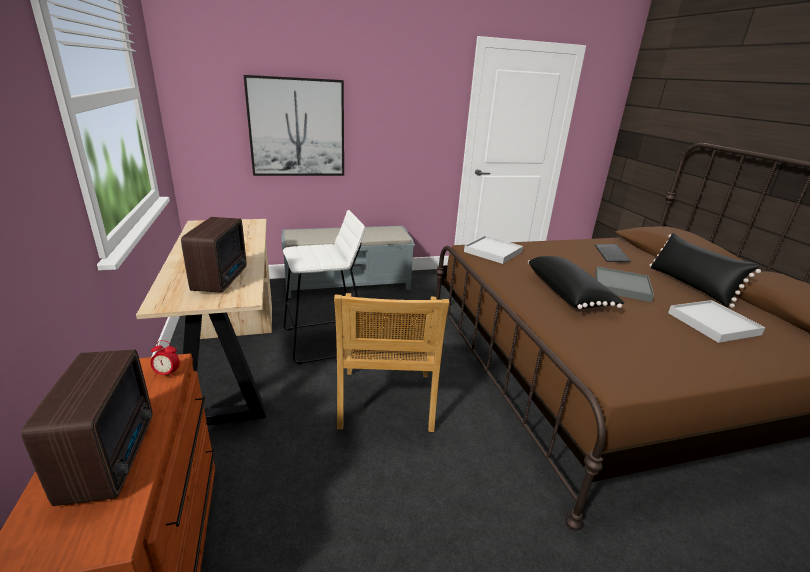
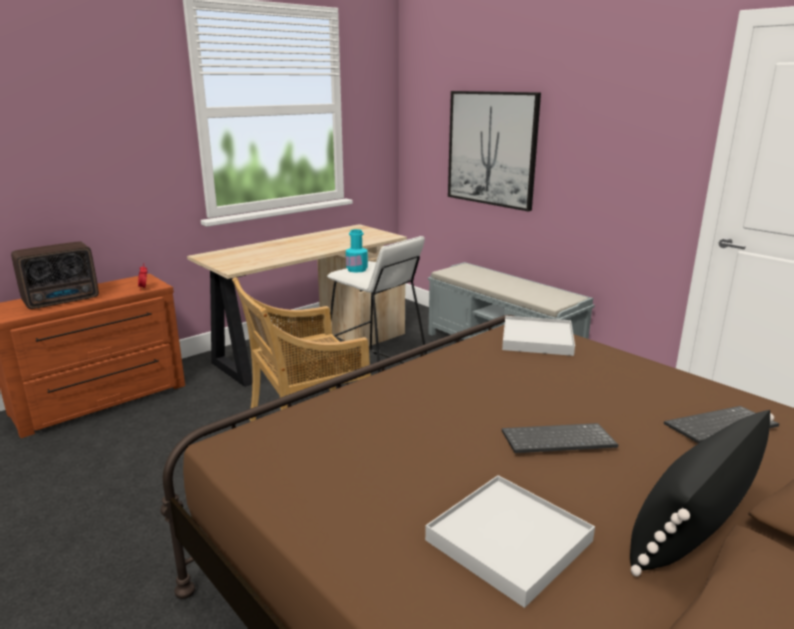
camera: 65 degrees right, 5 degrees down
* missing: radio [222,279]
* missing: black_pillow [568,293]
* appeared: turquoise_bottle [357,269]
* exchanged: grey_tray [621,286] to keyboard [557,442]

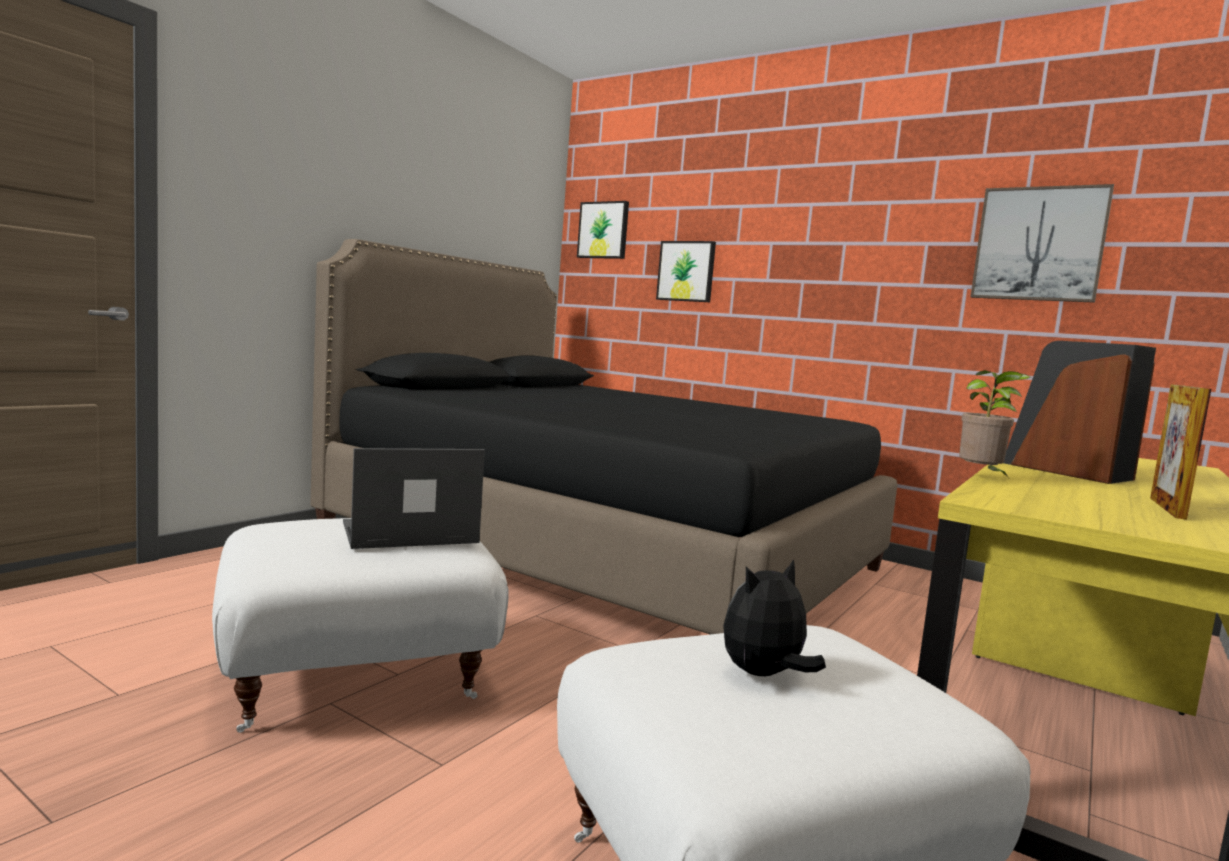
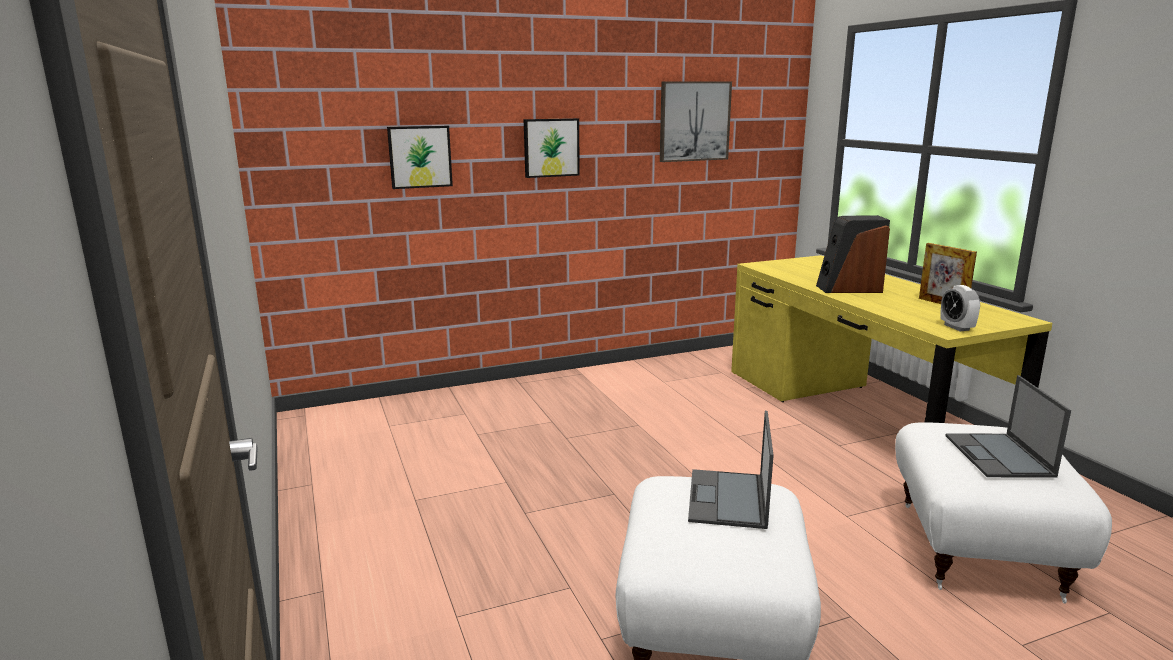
camera: 55 degrees left, 10 degrees up
* missing: black_bed [602,551]
* missing: potted_plant [982,477]
* appeared: alarm_clock [956,327]
* relocated: picture [604,230] to [551,147]
* exchanged: plush_toy [764,675] to laptop [999,456]

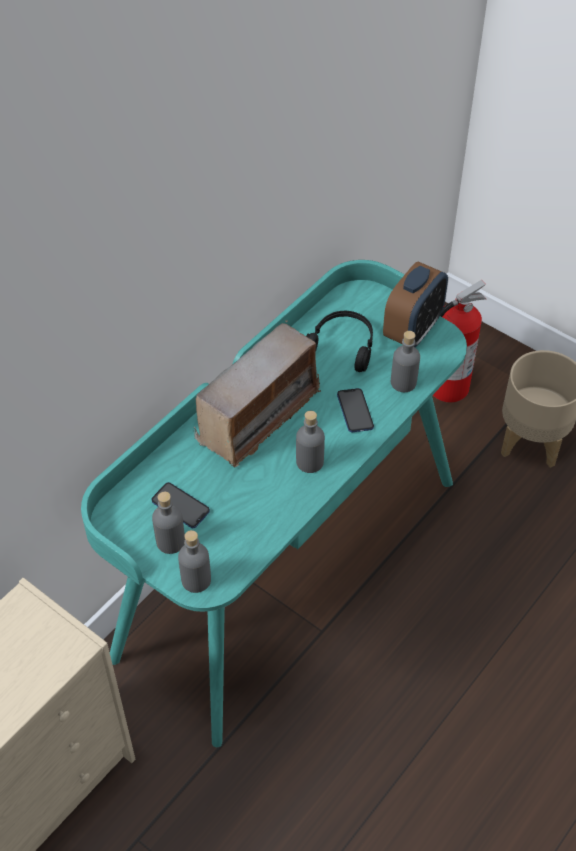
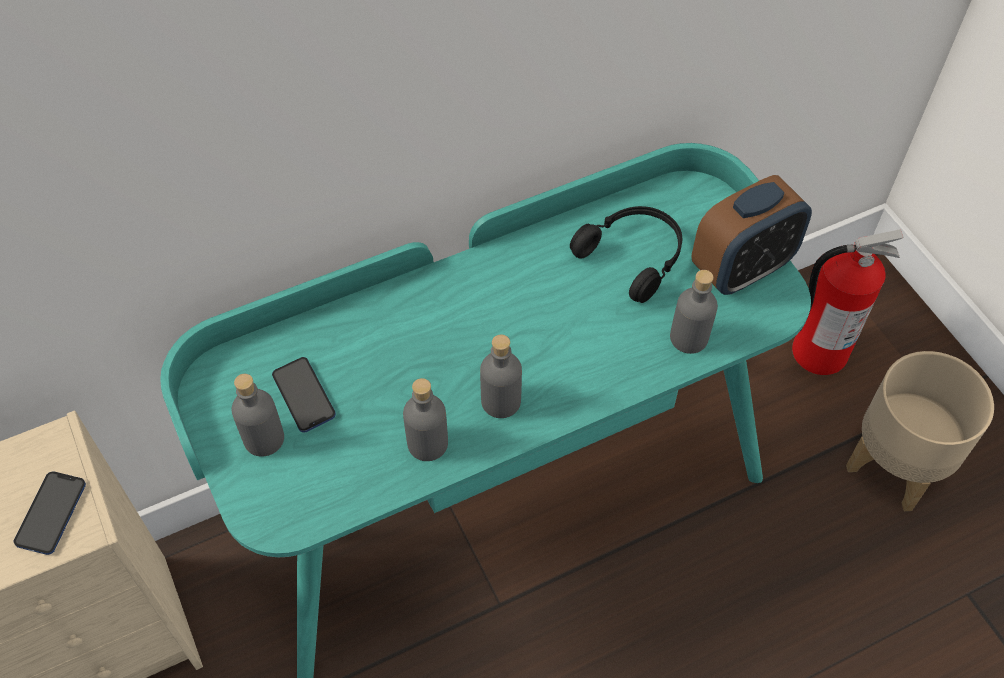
camera: 25 degrees right, 5 degrees up
* missing: radio [259,415]
* relocated: grey_bottle [196,580] to [427,443]
* relocated: phone [355,411] to [51,513]

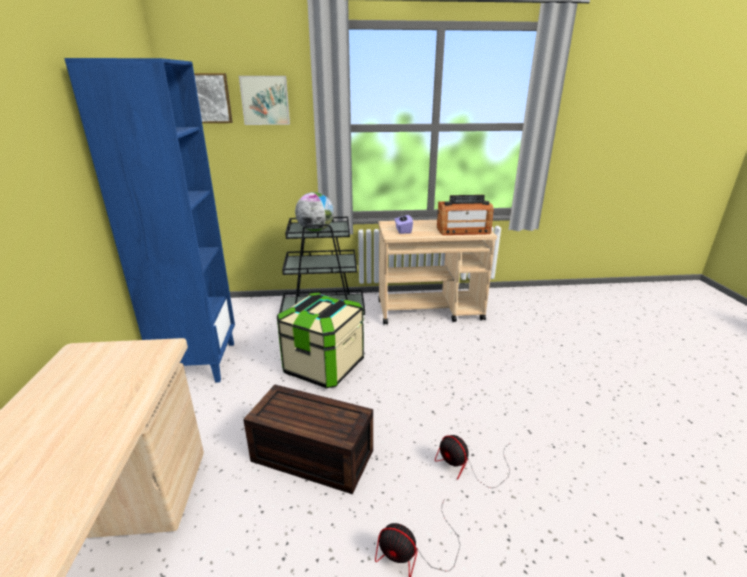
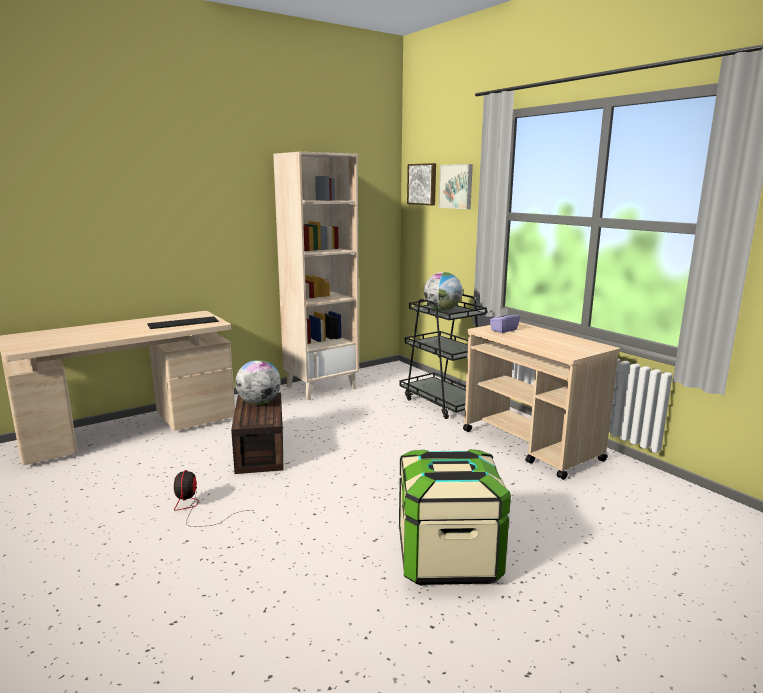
camera: 60 degrees right, 10 degrees down
* missing: fan [468,467]
* missing: radio [463,230]
* appeared: keyboard [183,322]
* appeared: globe [259,403]
* relocated: storage_box [323,367] to [448,558]
* colour: blue_bookcase [199,362] to beige_bookcase [321,387]

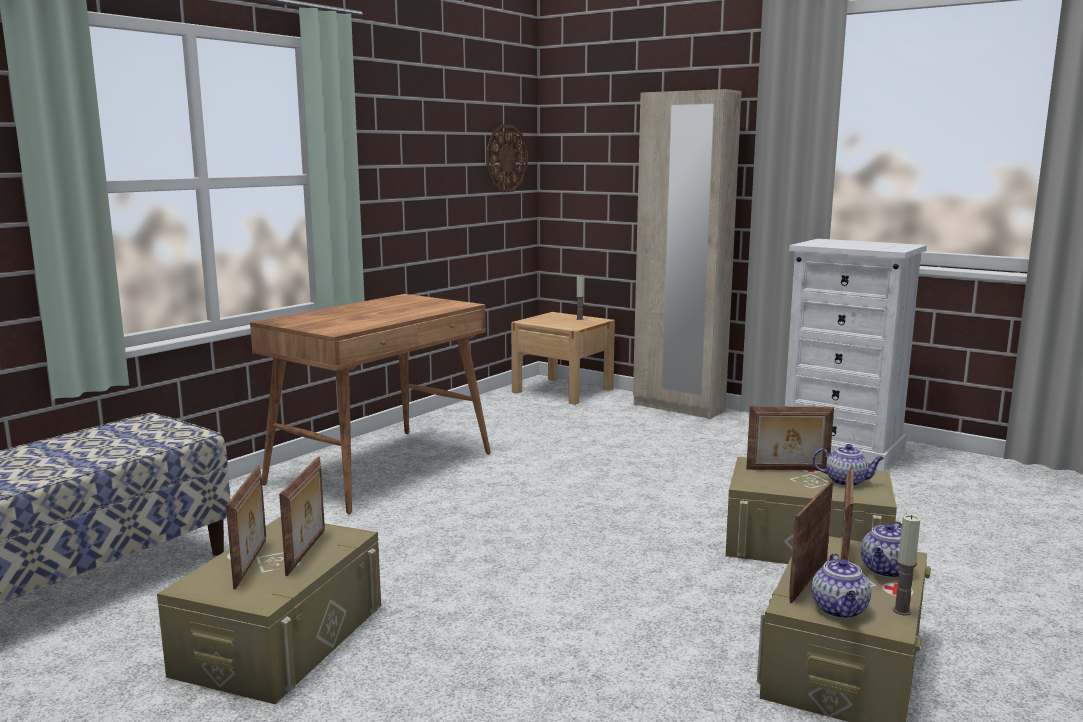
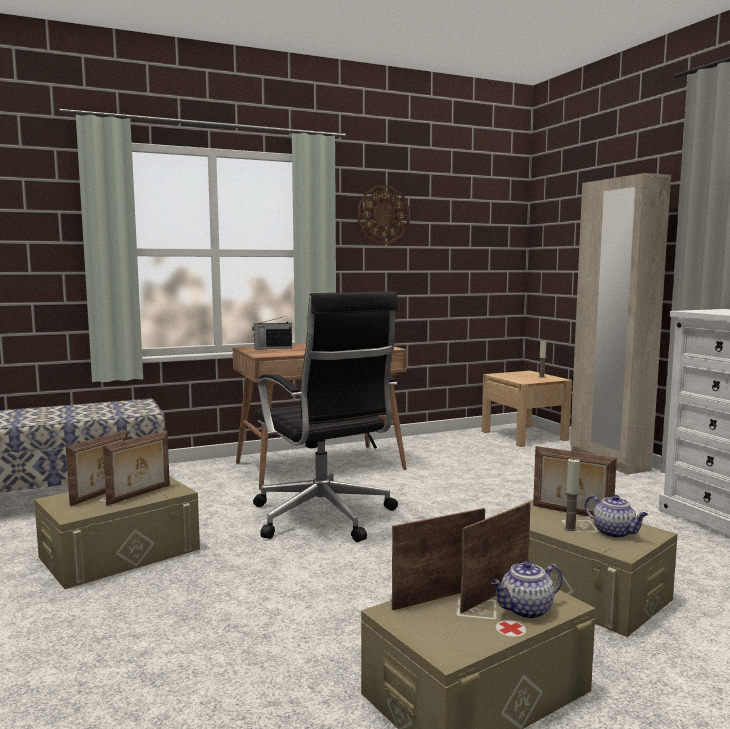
camera: 30 degrees right, 5 degrees down
* missing: teapot [840,610]
* appeared: radio [272,348]
* appeared: black_office_chair [324,518]
* relocated: wall_clock [506,158] to [383,214]
* relocated: candle [902,611] to [570,528]

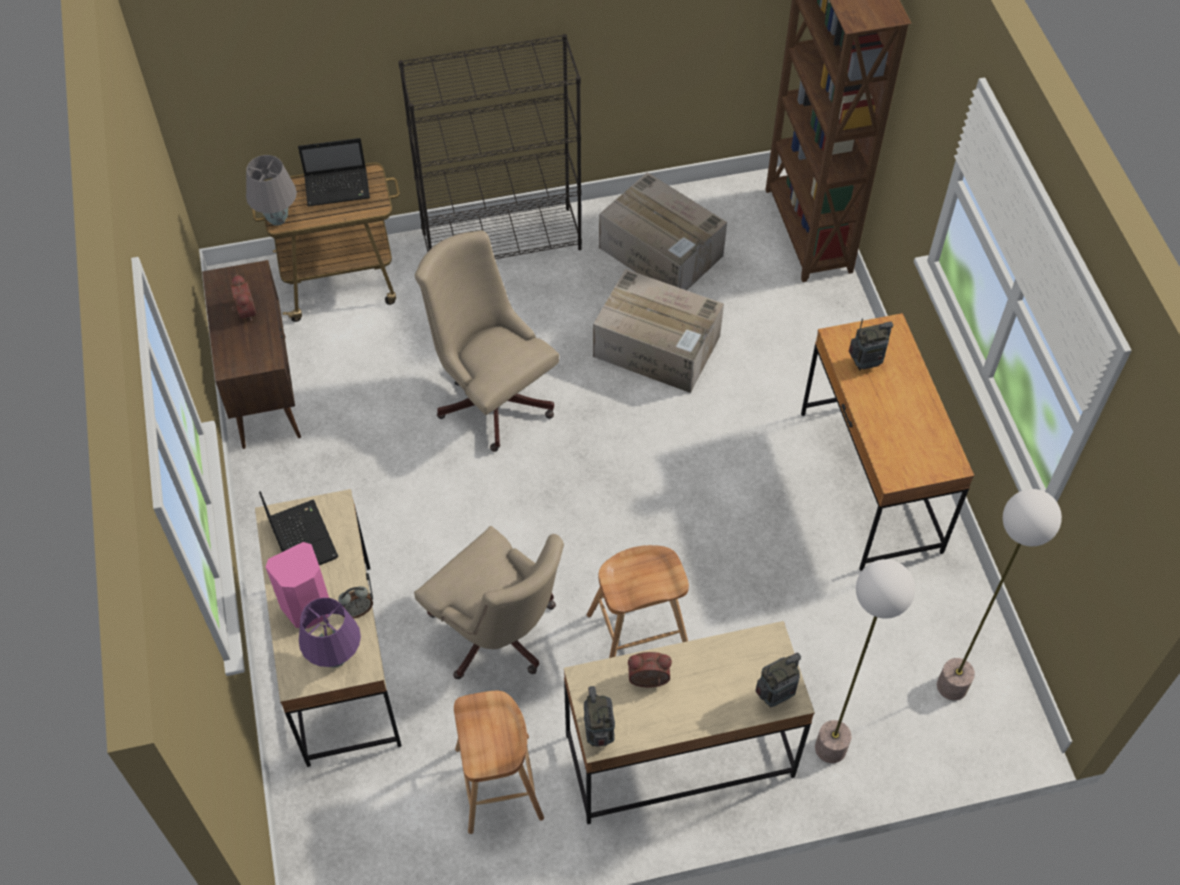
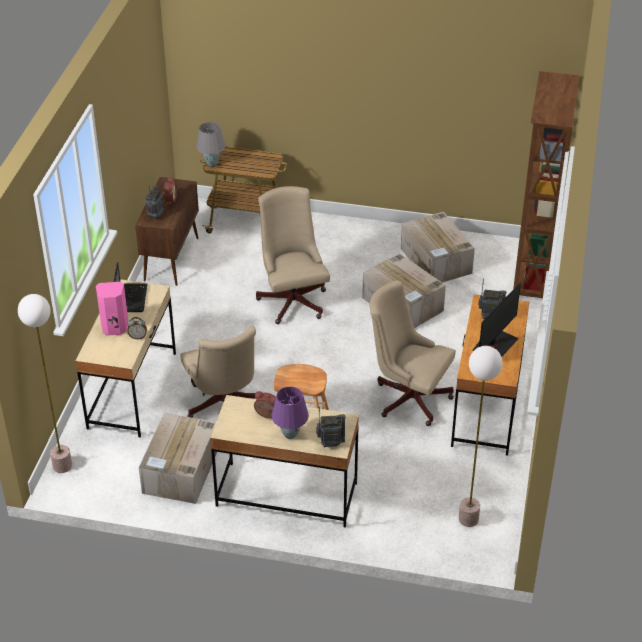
camera: 25 degrees right, 15 degrees down
* missing: laptop [338,187]
* missing: black_bookcase [502,240]
* appeared: beige_office_chair [408,397]
* appeared: monitor [494,345]
* relocated: purple_table_lamp [336,659] to [290,435]
* relocated: radio [599,733] to [155,216]
* relocated: floor_lamp [830,748] to [62,465]
* exchanged: brown_stool [498,783] to cardboard_box [180,471]

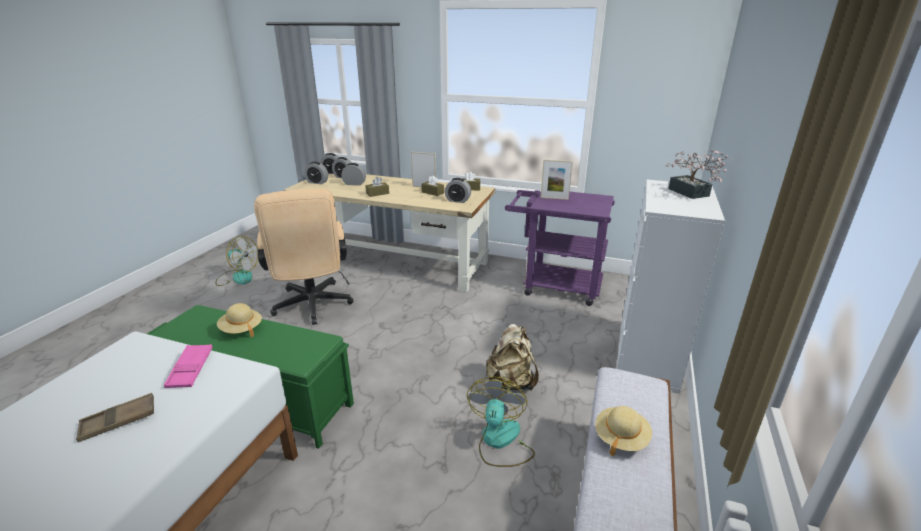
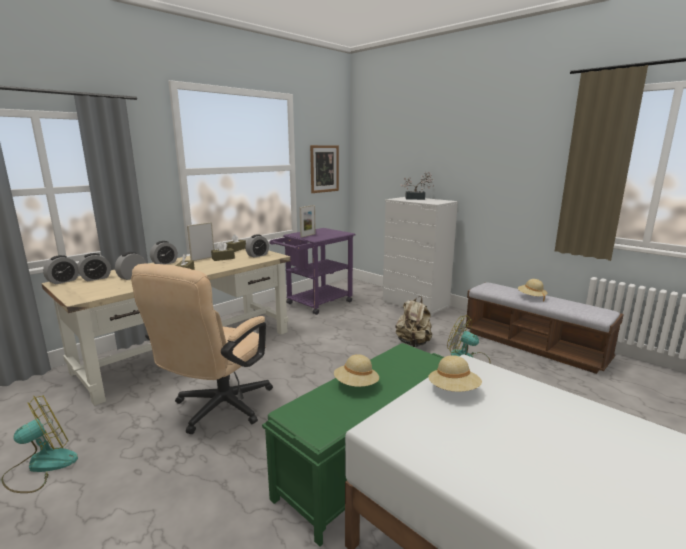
camera: 65 degrees left, 10 degrees down
* missing: brown_tray [118,421]
* appeared: picture [324,169]
* relocated: alarm_clock [317,182] to [165,263]
* exchanged: pink_tray [190,369] to beige_hat [453,390]
* spun: beige_office_chair [312,307] = [217,410] 105 degrees clockwise

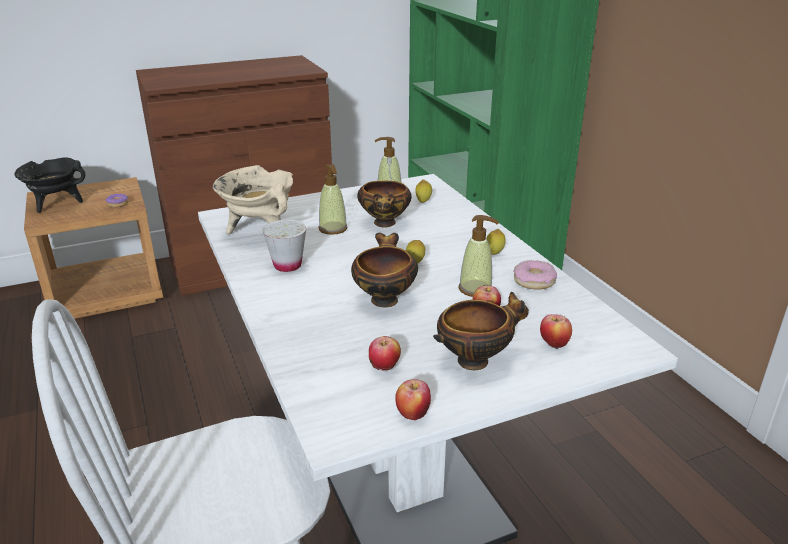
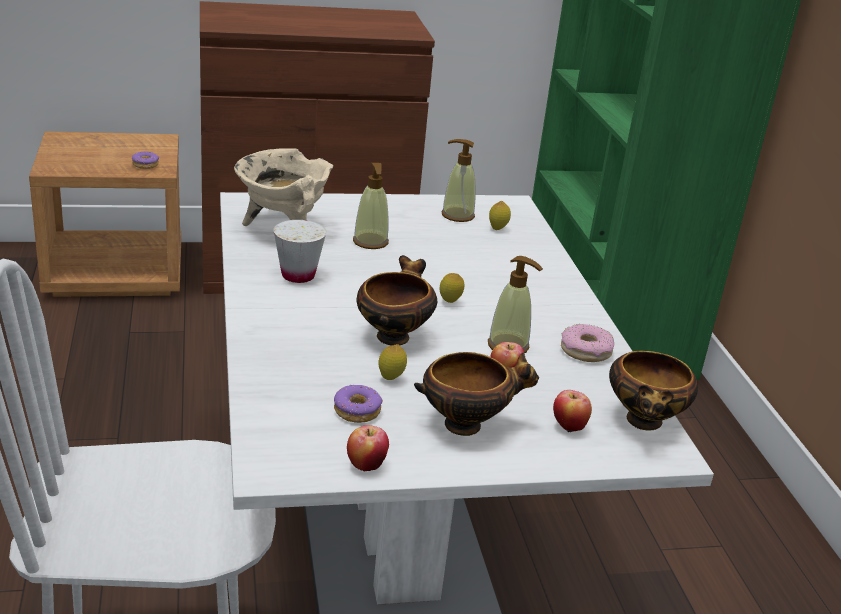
camera: 10 degrees right, 0 degrees up
* missing: black_cooking_pot [56,204]
* relocated: bowl [385,224] to [644,423]
* relocated: lemon [494,254] to [391,378]
* exchanged: apple [384,368] to donut [357,411]

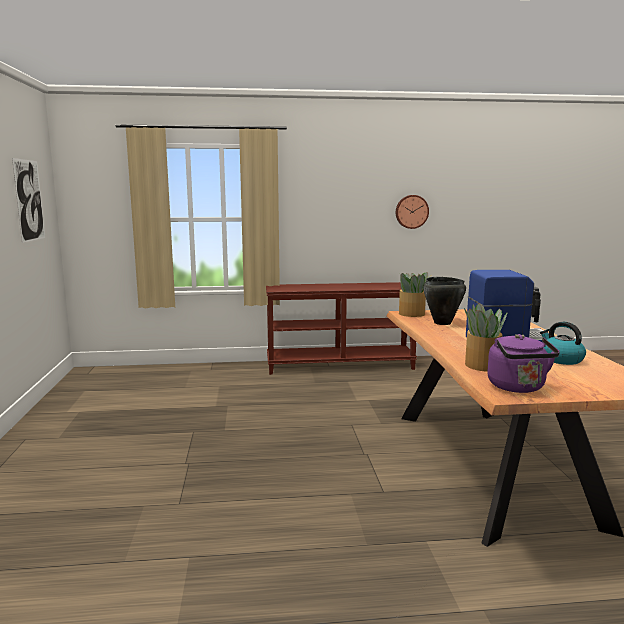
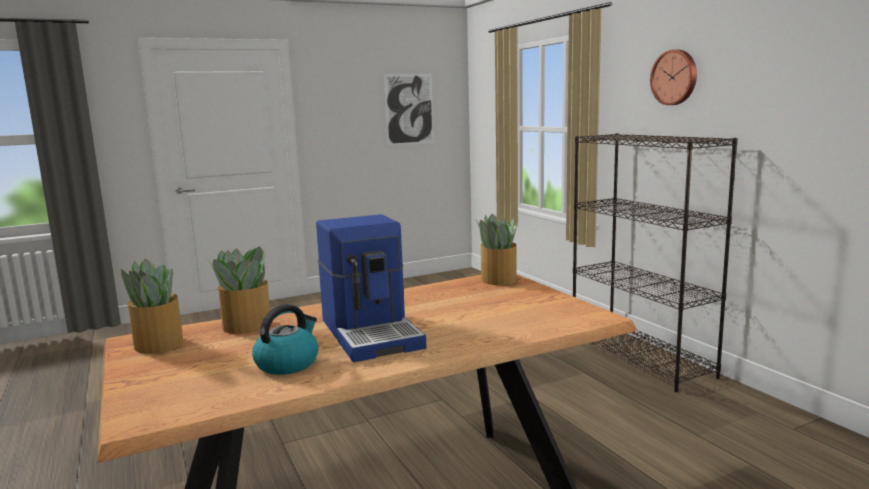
camera: 70 degrees right, 0 degrees up
* missing: black_cooking_pot [442,323]
* relocated: wall_clock [411,211] to [675,77]
* exchanged: brown_console_table [340,365] to black_bookcase [641,358]
* exchanged: purple_kettle [518,388] to potted_plant [158,344]

